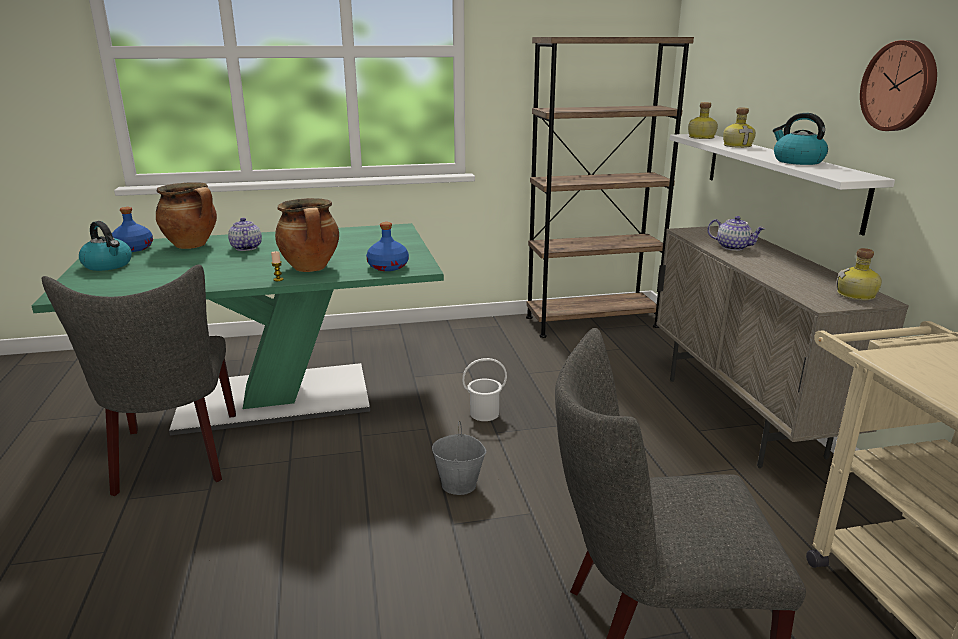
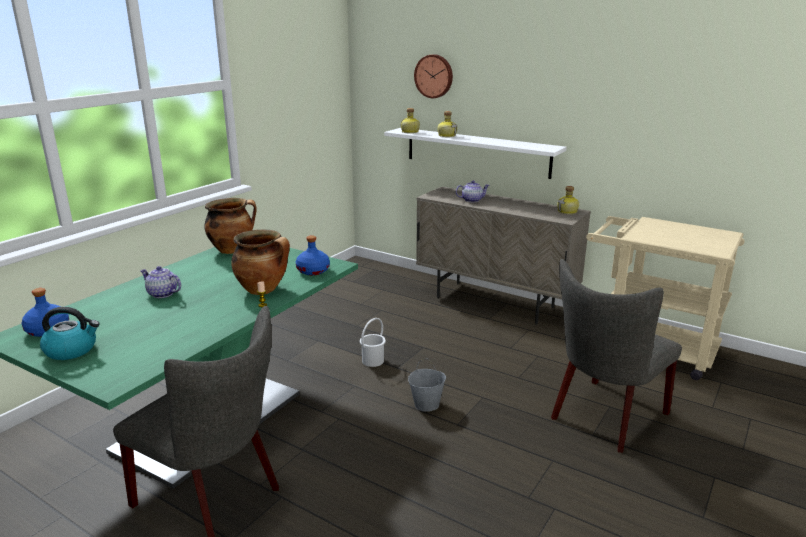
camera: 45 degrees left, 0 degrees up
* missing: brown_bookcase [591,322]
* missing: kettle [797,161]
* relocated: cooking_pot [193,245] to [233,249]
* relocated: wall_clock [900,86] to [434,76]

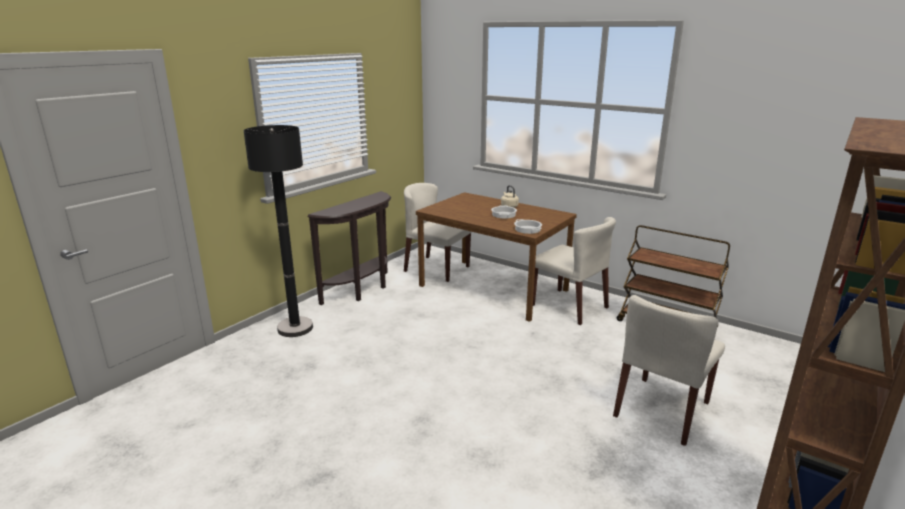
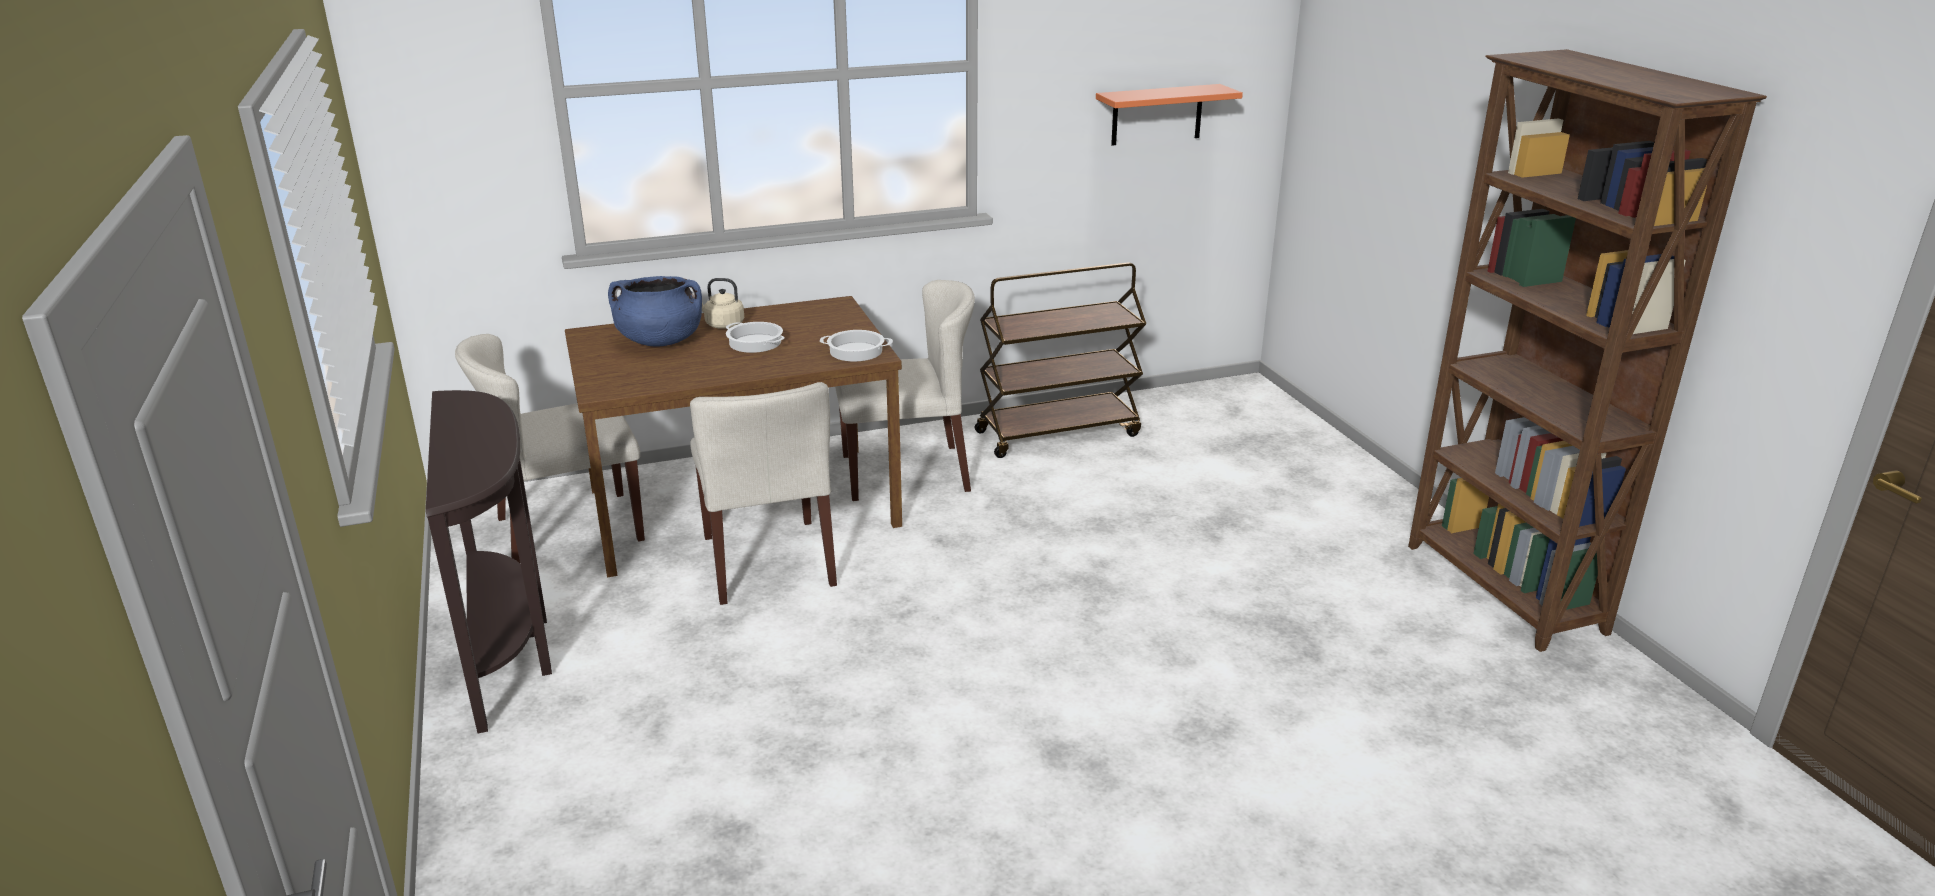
camera: 55 degrees left, 5 degrees up
* missing: black_floor_lamp [295,328]
* appeared: blue_cooking_pot [660,341]
* appeared: orange_shelf [1157,115]
* relocated: beige_chair [662,410] to [769,561]

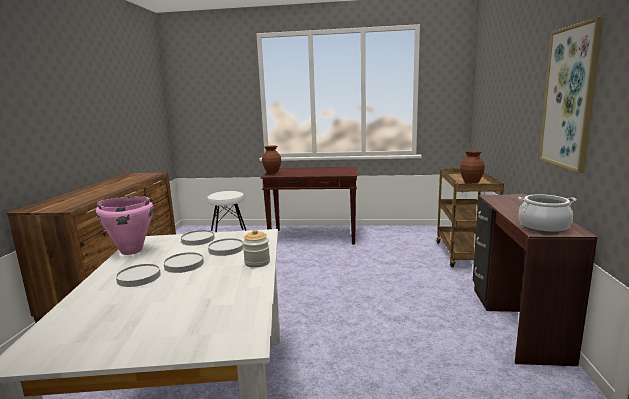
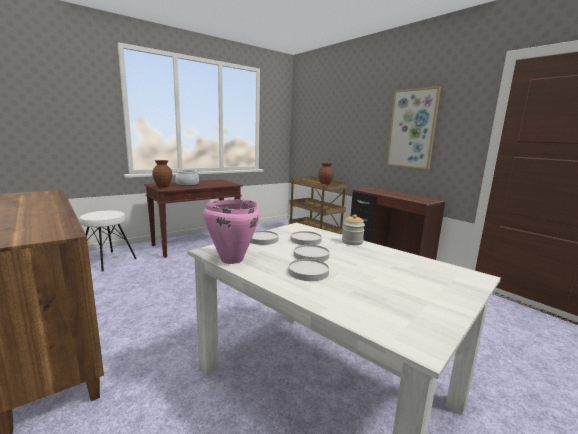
camera: 45 degrees left, 0 degrees up
* relocated: cooking_pot [543,227] to [187,185]

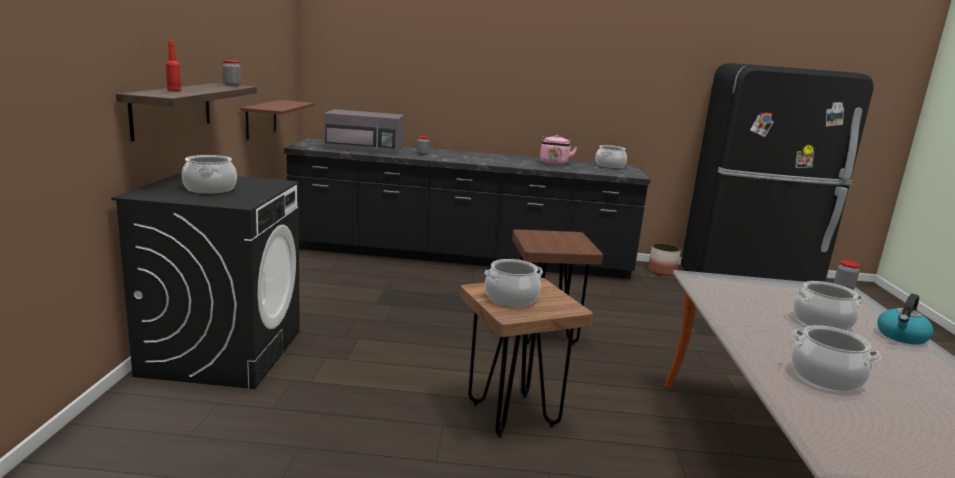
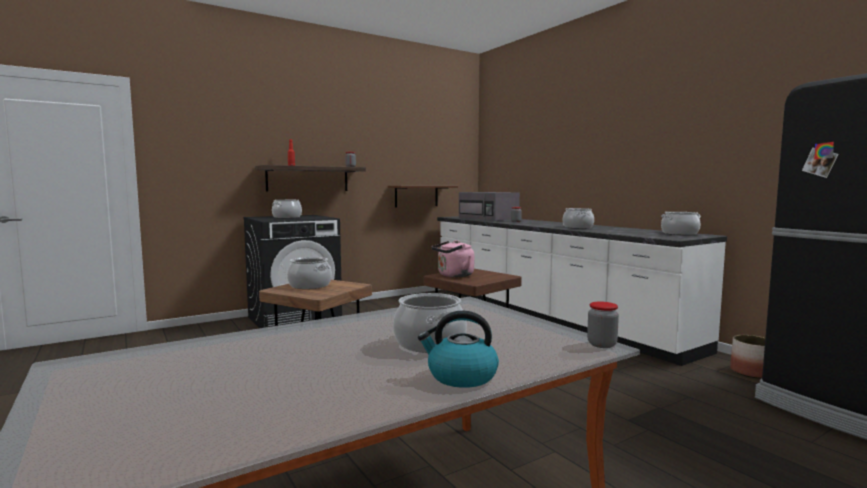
camera: 55 degrees right, 10 degrees down
* relocated: pink_kettle [554,164] to [454,275]
* relocated: cooking_pot [826,377] to [578,227]
* colour: black_counter [461,257] to white_counter [546,316]

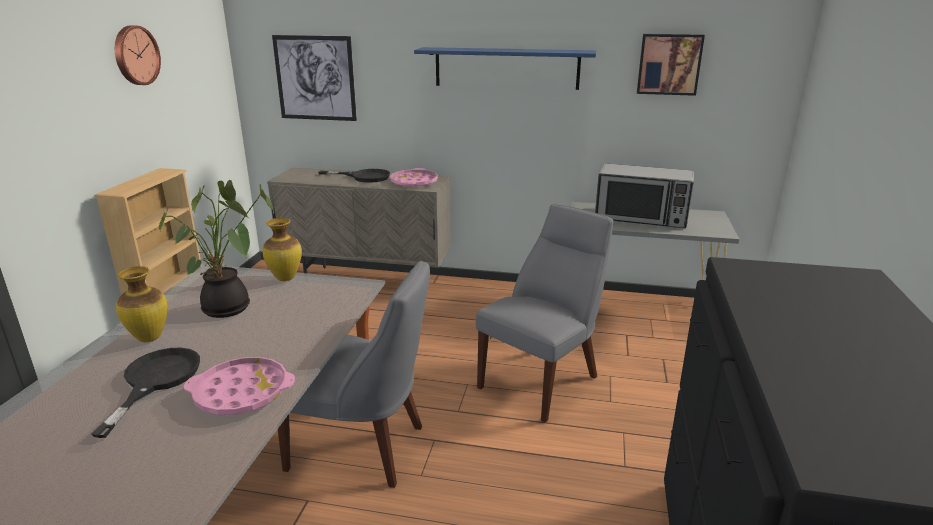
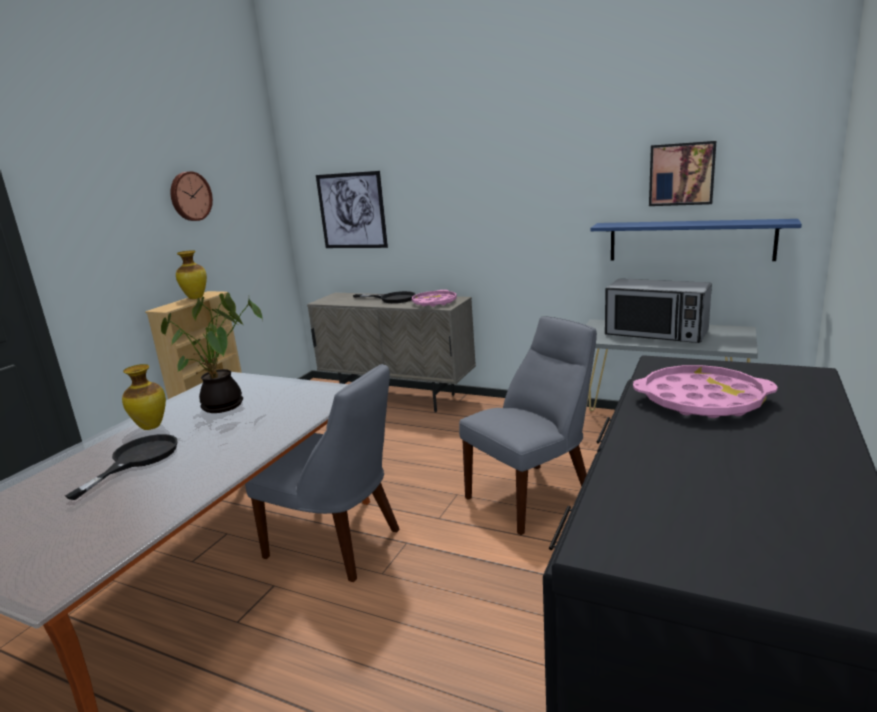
camera: 15 degrees right, 5 degrees down
* relocated: pink_tray [242,393] to [701,400]
* relocated: vase [286,278] to [196,298]
* relocated: blue_shelf [506,68] to [690,240]

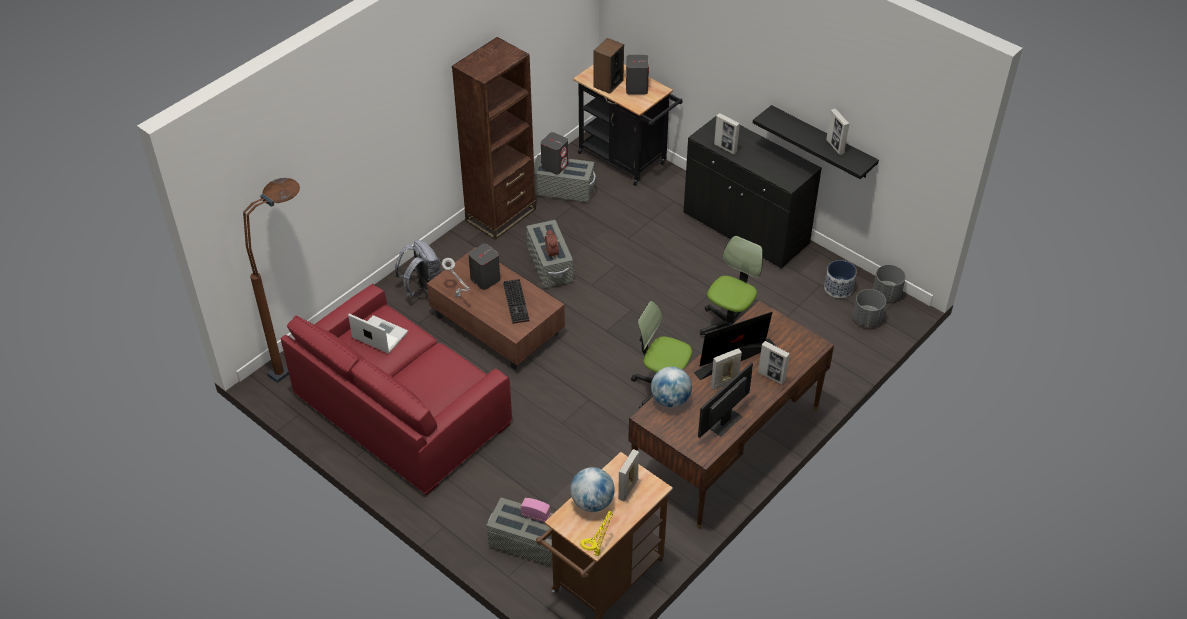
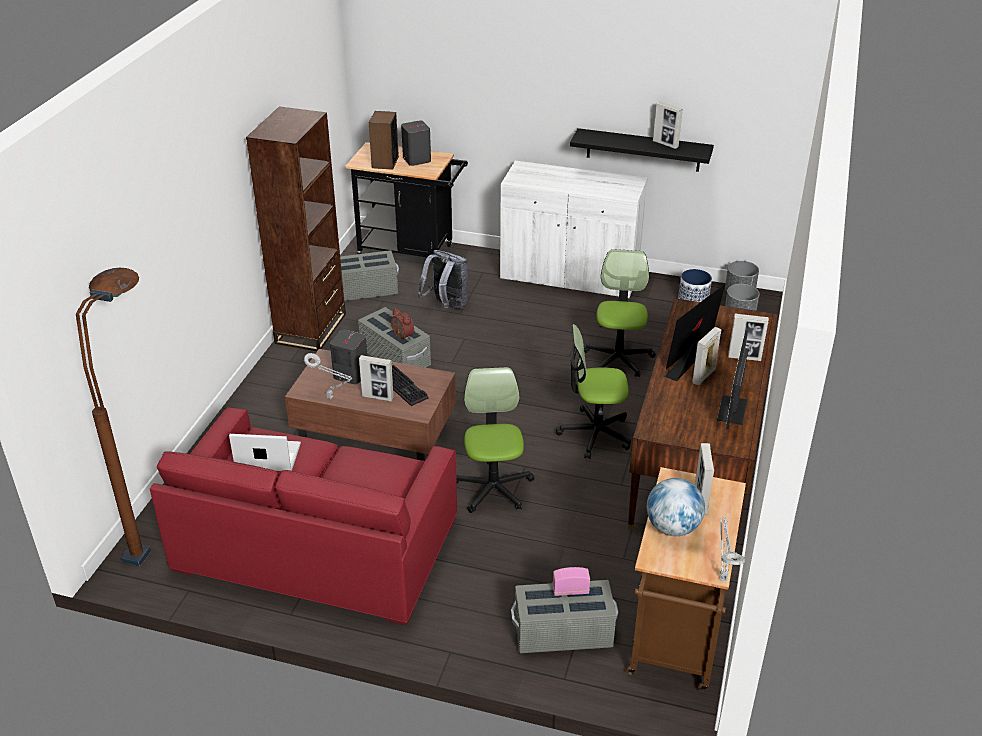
camera: 25 degrees left, 10 degrees down
* missing: grey_speaker [555,165]
* missing: globe [670,400]
* appeared: office_chair [493,488]
* relocated: grey_backpack [423,290] to [446,306]
* relocated: picture_frame [725,148] to [377,397]
* colour: yellow_table_lamp [598,552] to grey_table_lamp [722,577]
* colour: black_cabinet [745,229] to white_cabinet [569,277]

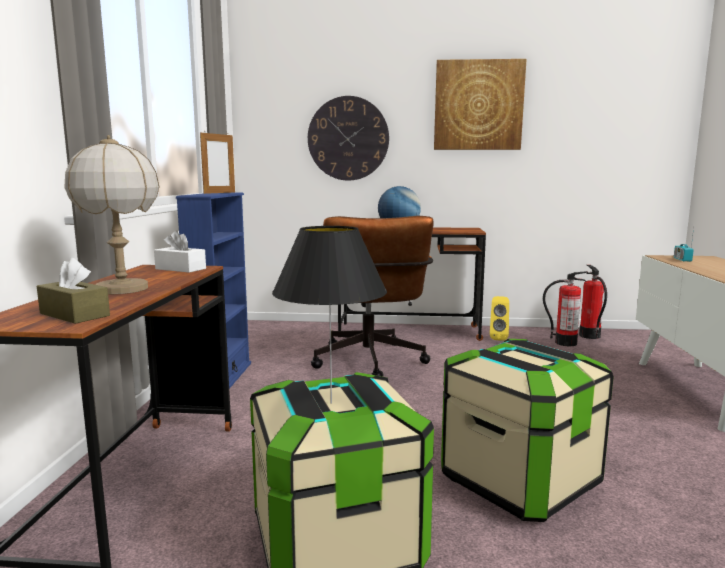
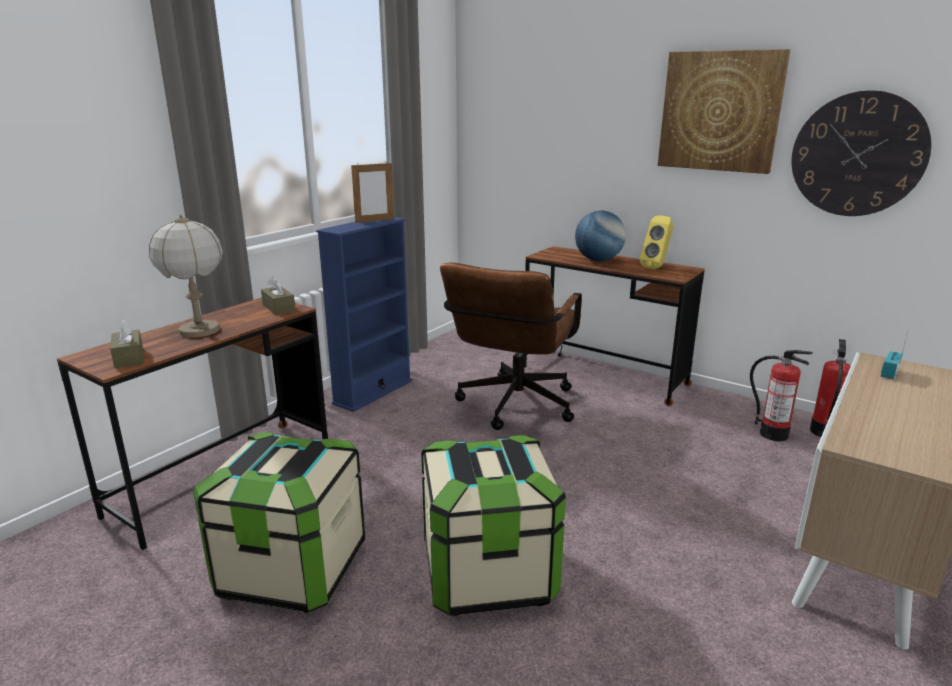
camera: 30 degrees right, 10 degrees up
* missing: black_table_lamp [330,403]
* relocated: wall_clock [348,138] to [858,154]
* relocated: yellow_speaker [498,338] to [656,267]
* colour: white_tissue_box [180,269] to brown_tissue_box [279,308]

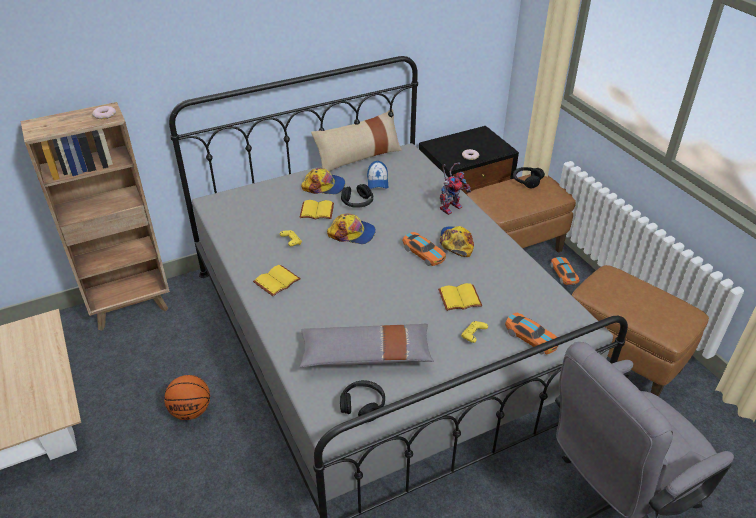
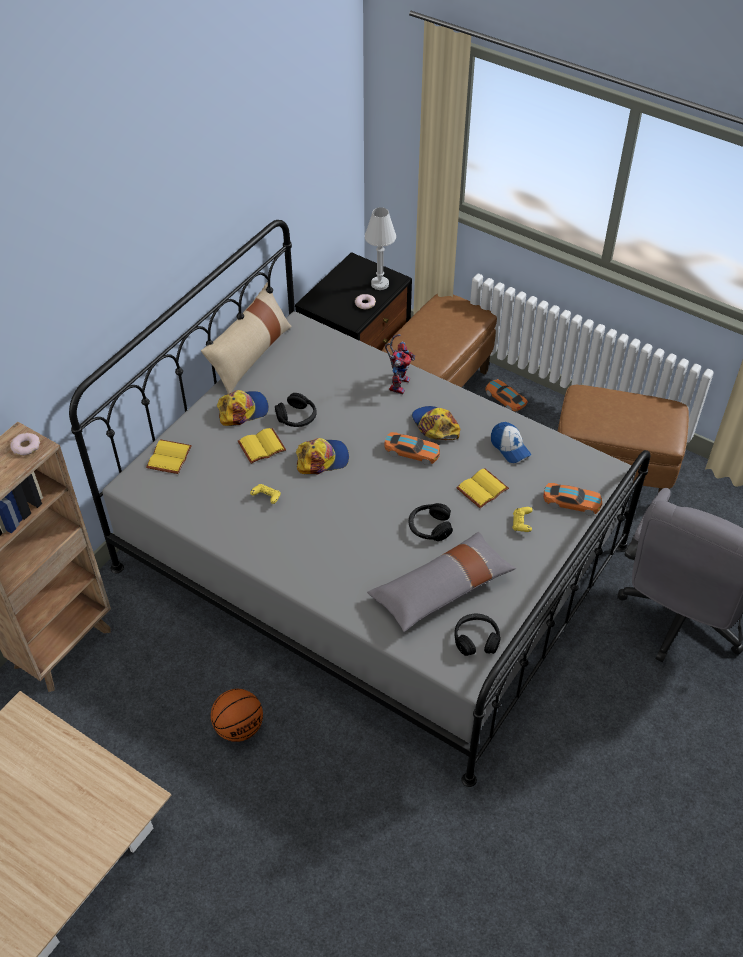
camera: 30 degrees left, 10 degrees up
* appeared: white_table_lamp [380,284]
* relocated: yellow_book [276,280] to [168,457]
* relocated: cap [377,181] to [510,447]
* relocated: black_headphones [526,181] to [429,527]

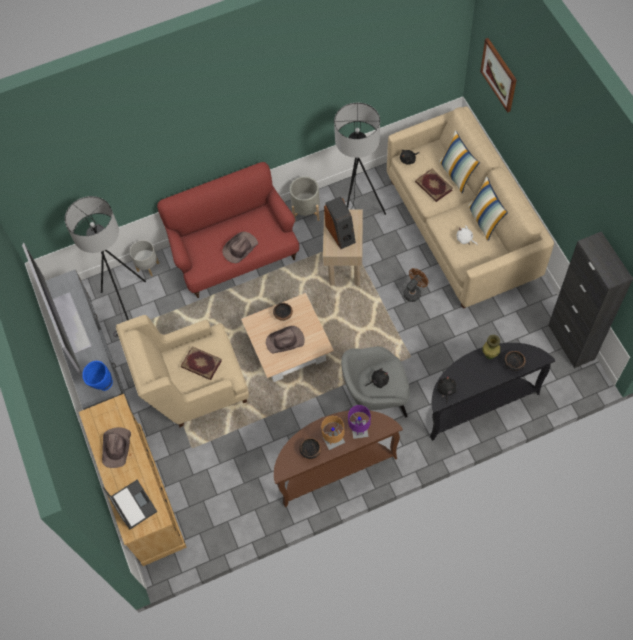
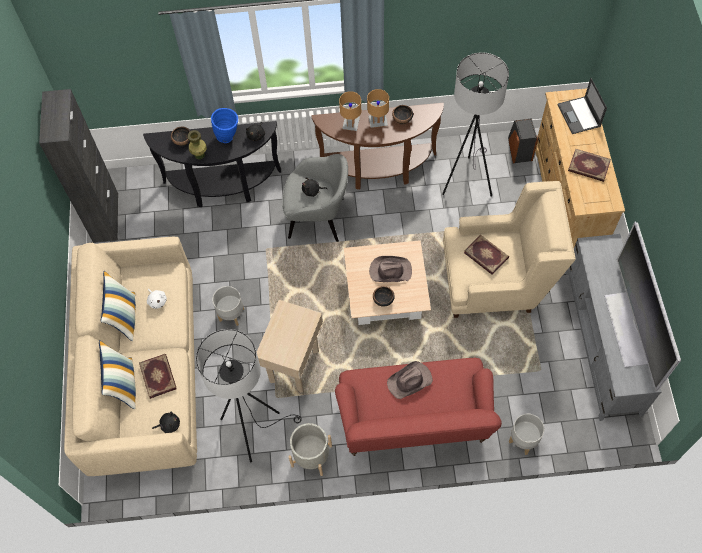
camera: 165 degrees left, 0 degrees up
* missing: picture [499,74]
* relocated: grey_floor_lamp [126,302] to [467,178]
* relocated: blue_vase [101,385] to [228,137]
* relocated: speaker [341,233] to [519,149]
* exchanged: brown_hat [117,447] to book [588,167]
* exchanged: brown_fan [414,292] to grey_planter [232,314]
* colour: purple_table_lamp [359,430] to brown_table_lamp [350,124]

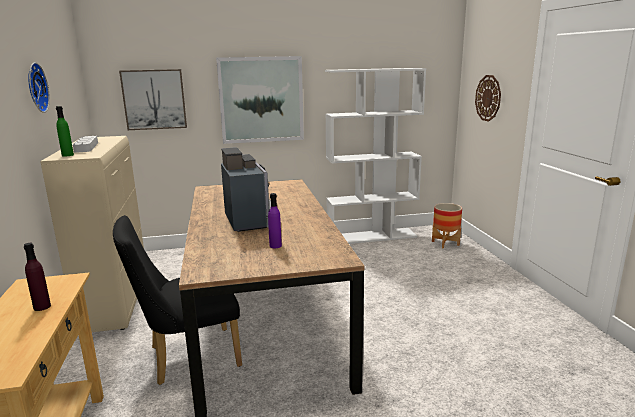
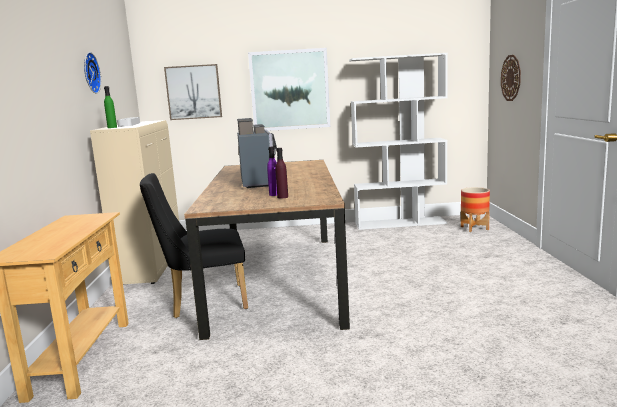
camera: 10 degrees right, 5 degrees down
* relocated: purple_bottle [42,307] to [282,197]

